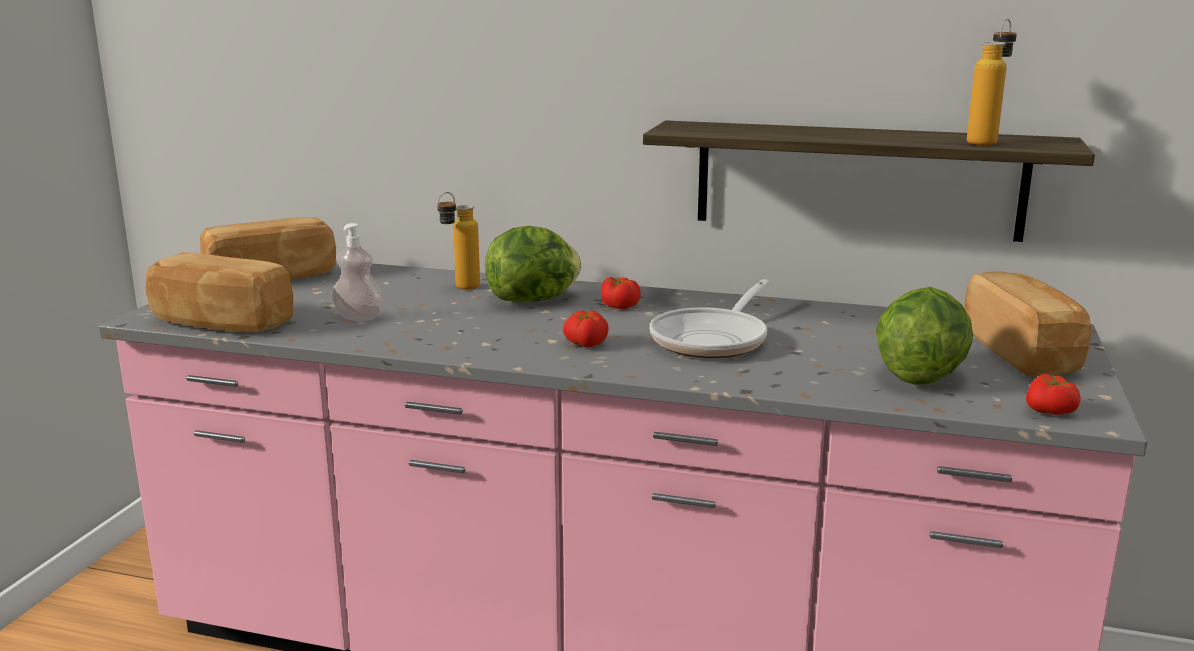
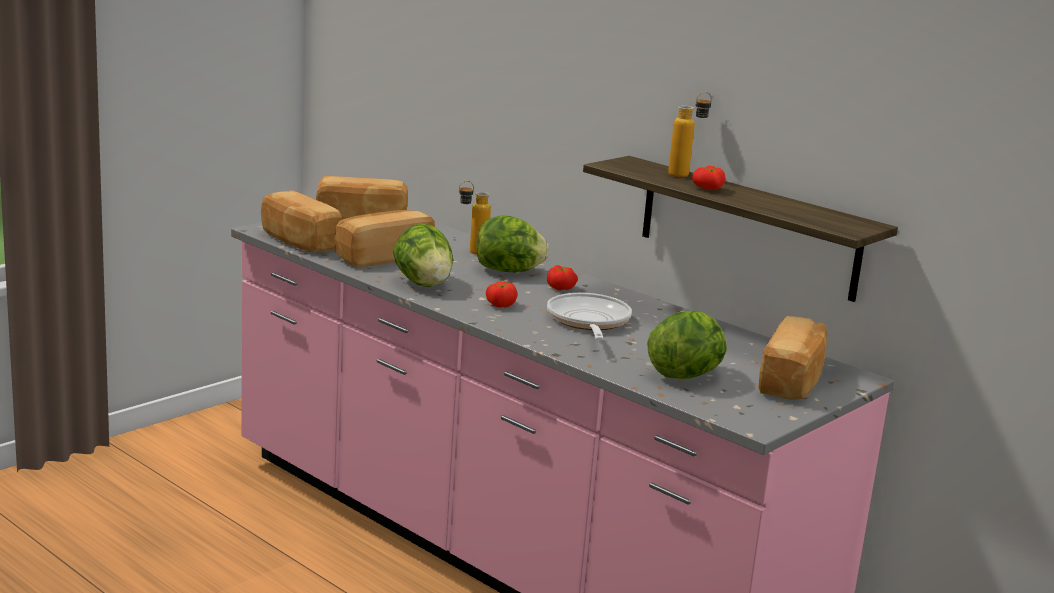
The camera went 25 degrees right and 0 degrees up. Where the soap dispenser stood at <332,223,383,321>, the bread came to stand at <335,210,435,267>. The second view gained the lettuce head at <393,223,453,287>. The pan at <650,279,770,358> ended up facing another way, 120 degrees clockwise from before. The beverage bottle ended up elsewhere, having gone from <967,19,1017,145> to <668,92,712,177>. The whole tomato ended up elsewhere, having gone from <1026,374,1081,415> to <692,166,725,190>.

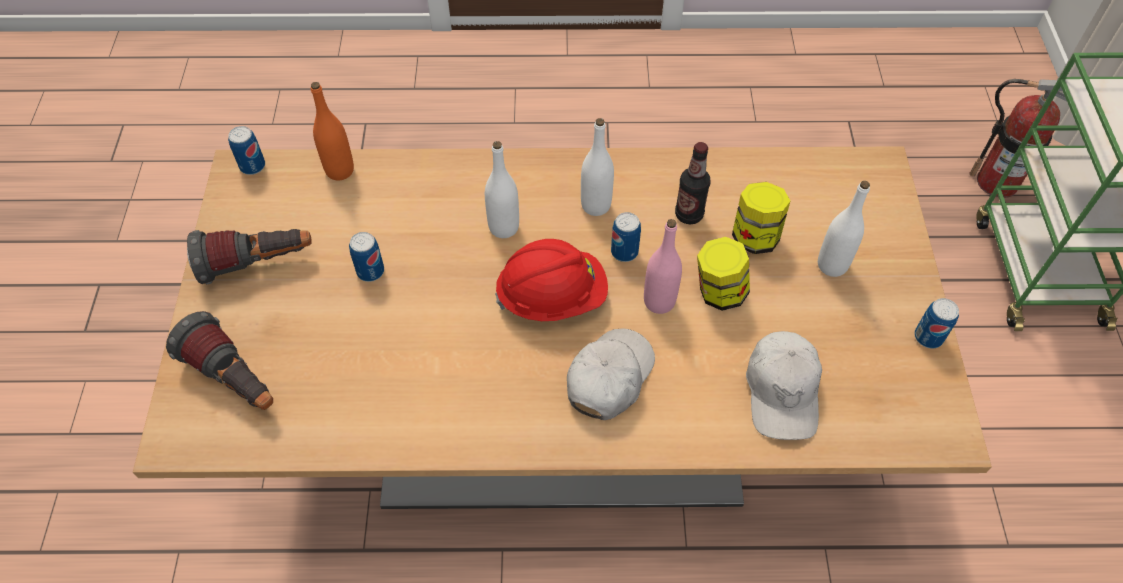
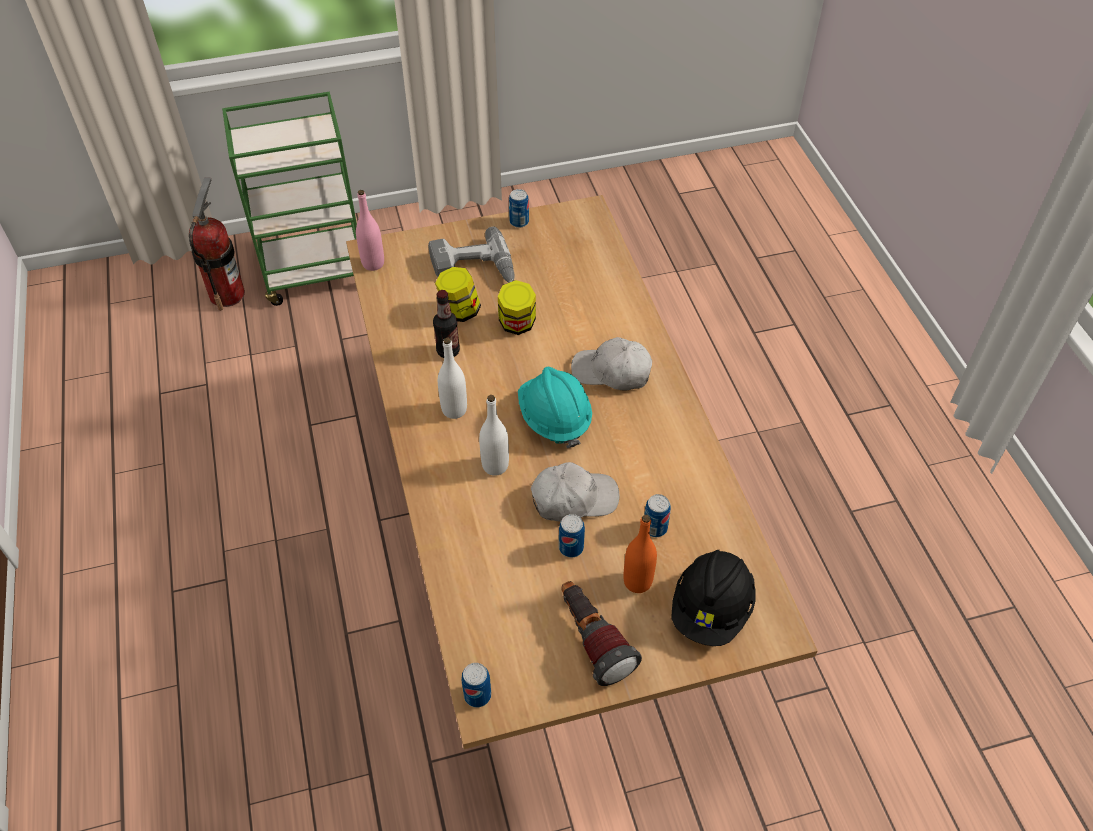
The camera went 105 degrees left and 5 degrees down. The beverage bottle/pink ended up elsewhere, having gone from <644,219,682,314> to <356,190,384,271>. Where the beverage bottle/white-coloured stood at <818,181,870,277>, the power drill came to stand at <428,226,515,283>. What was the hard hat/red at <495,239,608,321> turned into the hard hat/blue-green at <518,367,592,448>. The peaked cap/white-coloured ended up elsewhere, having gone from <746,331,822,440> to <531,462,619,521>. The beverage bottle/orange-coloured ended up elsewhere, having gone from <311,82,354,180> to <623,515,657,593>. The metal can ended up elsewhere, having gone from <611,212,641,262> to <644,494,671,537>. Where the flashlight stood at <166,311,273,410>, the hard hat/black came to stand at <671,550,756,646>.

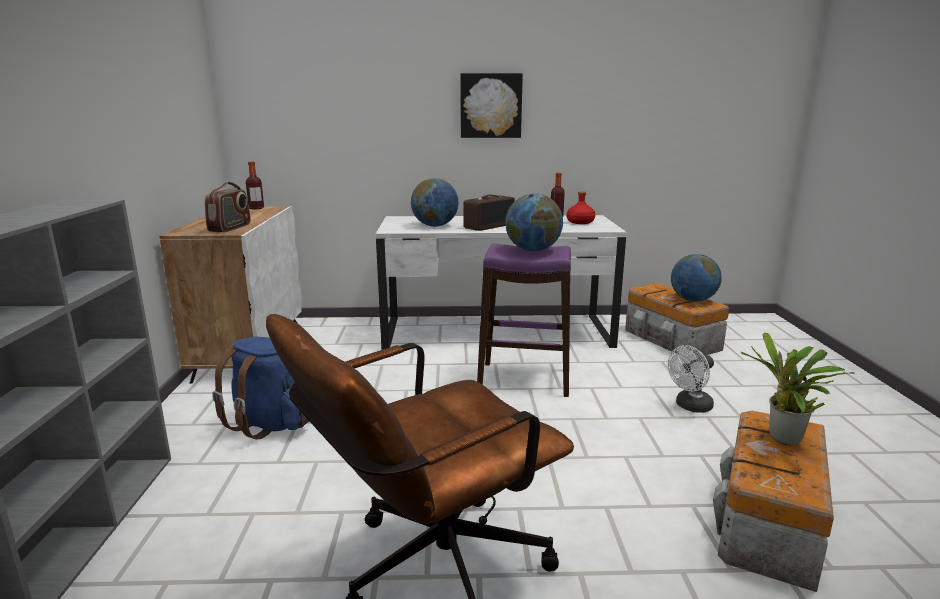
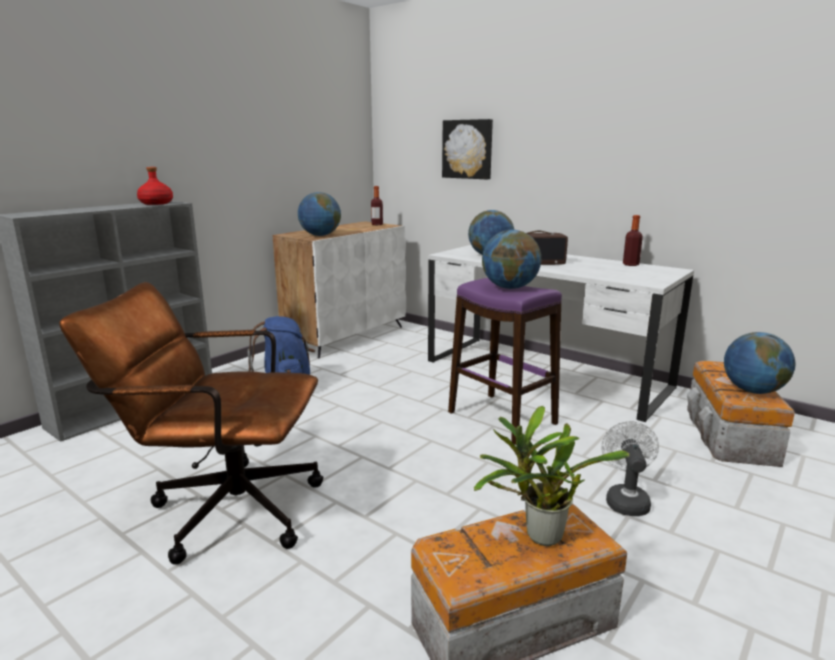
The camera went 40 degrees right and 0 degrees up. The beverage bottle/red ended up elsewhere, having gone from <567,191,595,224> to <137,167,173,205>. Where the radio stood at <205,182,251,232>, the world globe came to stand at <298,192,341,236>. The wall art ended up elsewhere, having gone from <460,73,523,138> to <442,119,493,179>. The cooling fan/white-coloured at <668,345,714,413> ended up facing another way, 90 degrees clockwise from before.

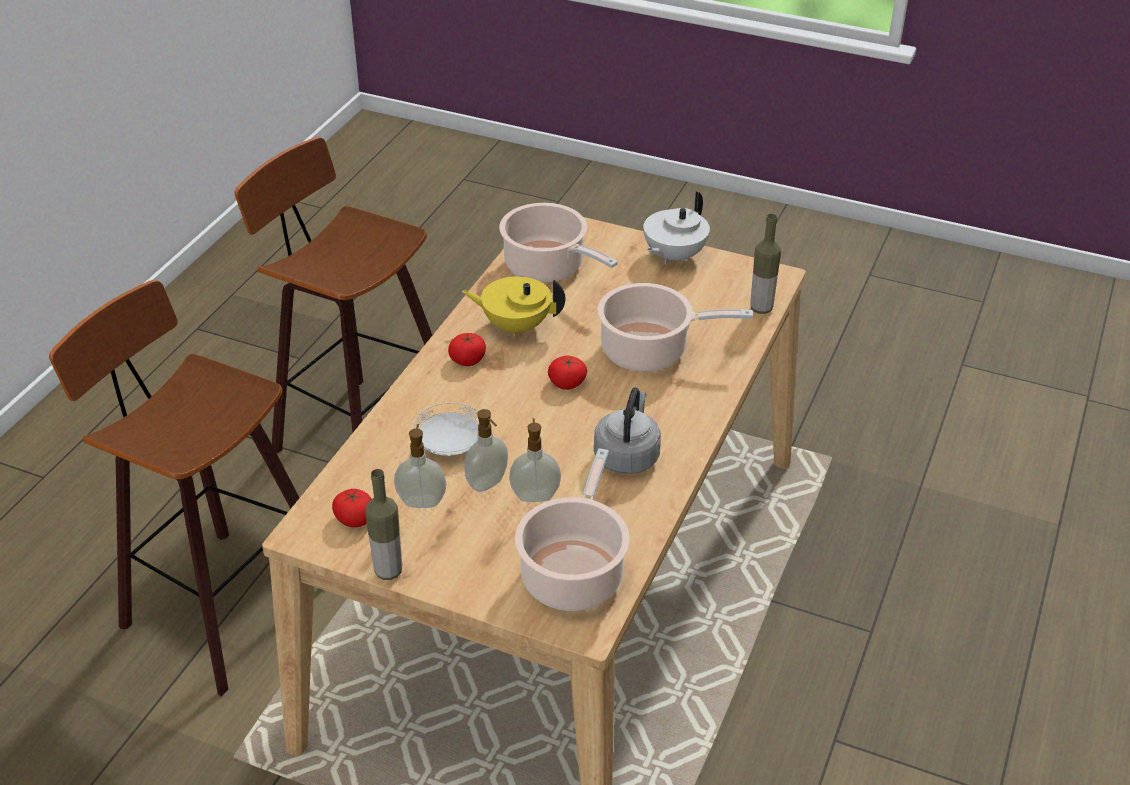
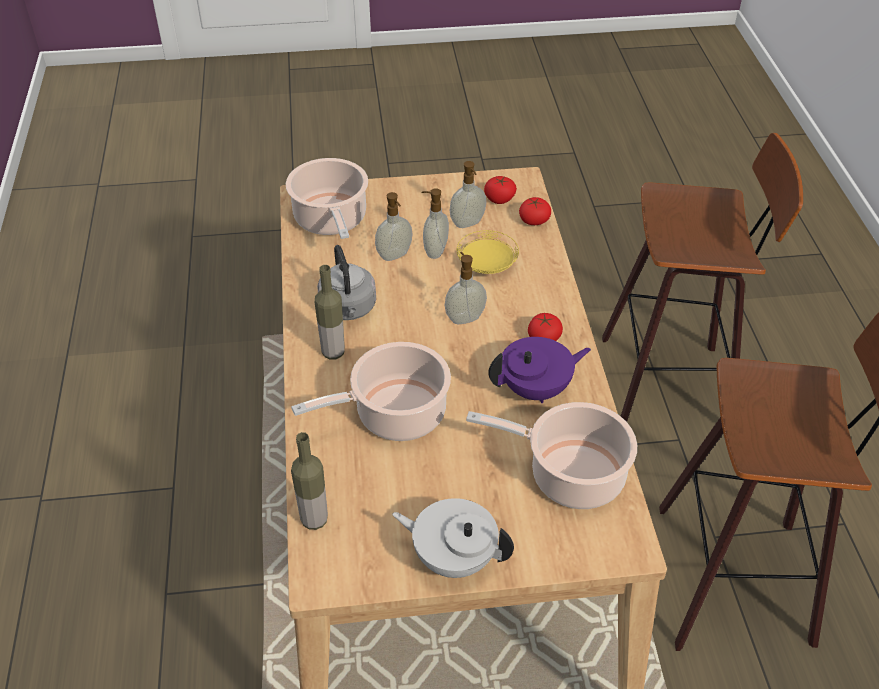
The camera went 150 degrees right and 5 degrees up. The beverage bottle ended up elsewhere, having gone from <365,469,402,580> to <315,265,345,360>. The tea pot/white-coloured at <643,192,710,264> ended up facing another way, 75 degrees counterclockwise from before. The second view gained the soap dispenser at <445,252,487,324>. What was the flat dish/white-coloured at <412,403,479,456> turned into the flat dish/yellow-coloured at <457,230,519,274>. What was the tea pot/yellow-coloured at <462,276,566,337> turned into the tea pot/purplish at <488,337,591,403>. The whole tomato ended up elsewhere, having gone from <548,356,587,390> to <519,197,551,225>.

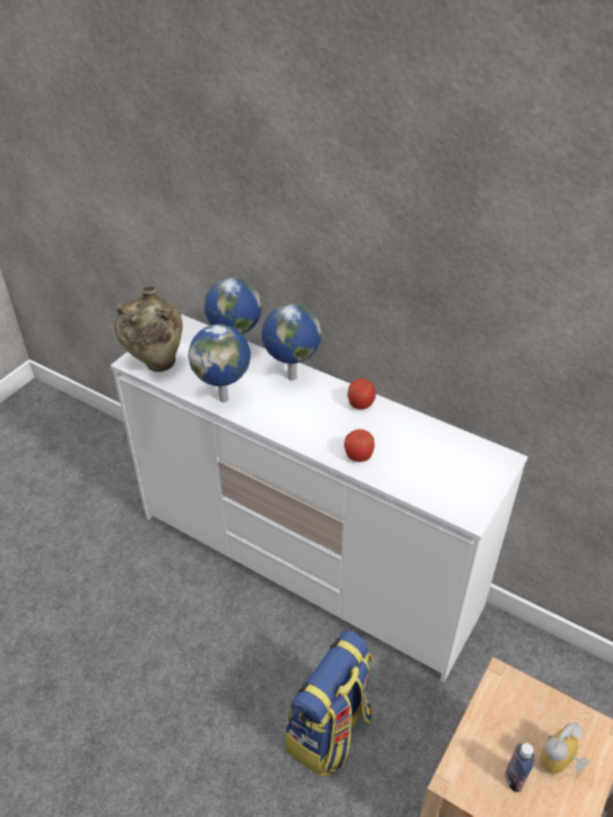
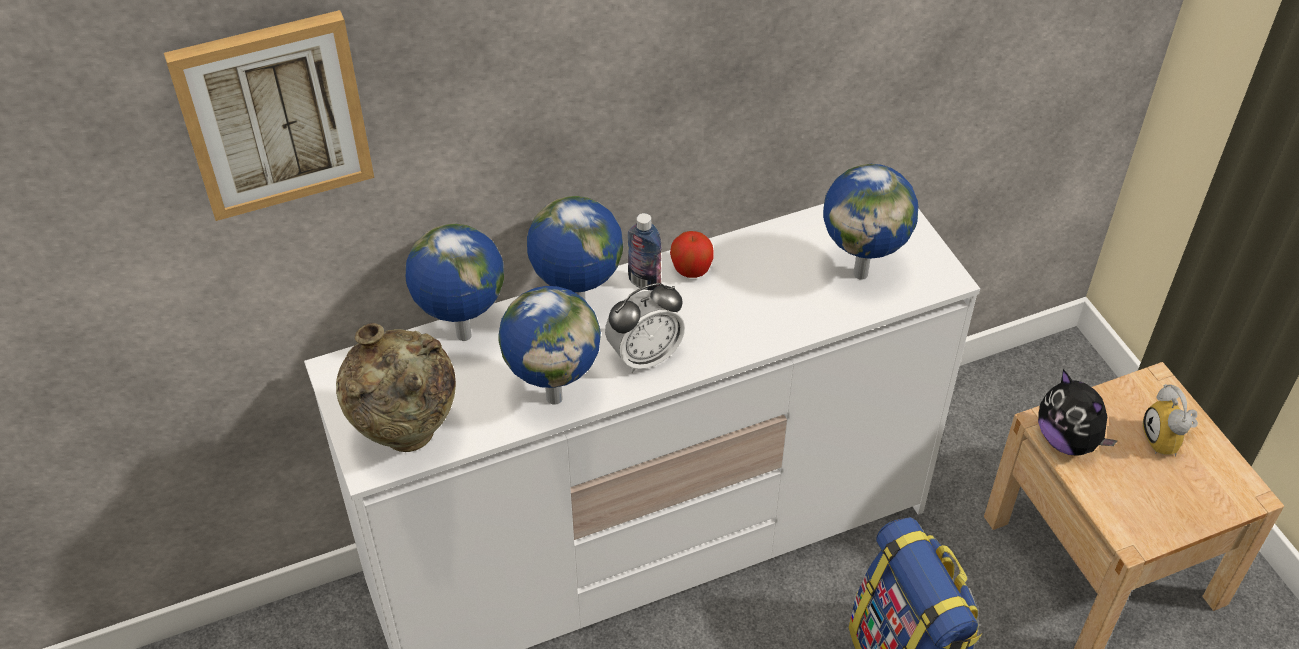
The camera went 55 degrees left and 5 degrees up. The second view gained the wall art at <164,10,374,221>. The second view gained the table clock at <605,283,685,373>. The beverage bottle ended up elsewhere, having gone from <506,743,535,792> to <627,213,661,291>. The second view gained the world globe at <823,164,918,280>. The second view gained the cuddly toy at <1038,369,1117,456>. The second view lost the apple fruit at <344,429,375,462>.

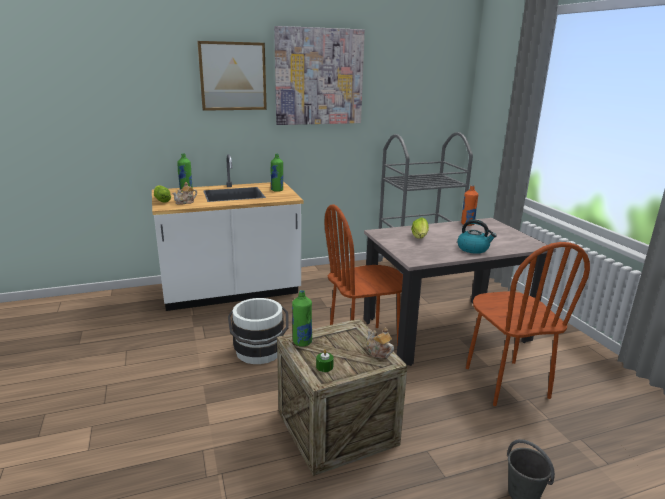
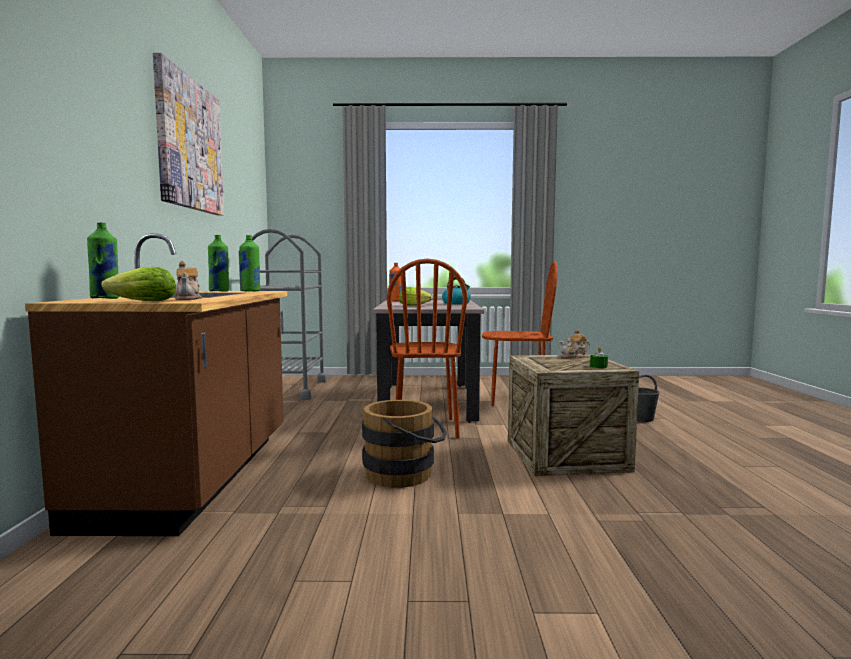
The camera went 70 degrees left and 15 degrees down. What was the counter/white-coloured at <152,154,303,311> turned into the counter/brownish at <25,233,287,536>. The beverage bottle/green-coloured ended up elsewhere, having gone from <292,290,312,347> to <239,235,260,292>. What was the bucket/white-coloured at <227,298,289,364> turned into the bucket/brownish at <362,400,447,488>. The second view lost the wall art at <197,41,267,111>.

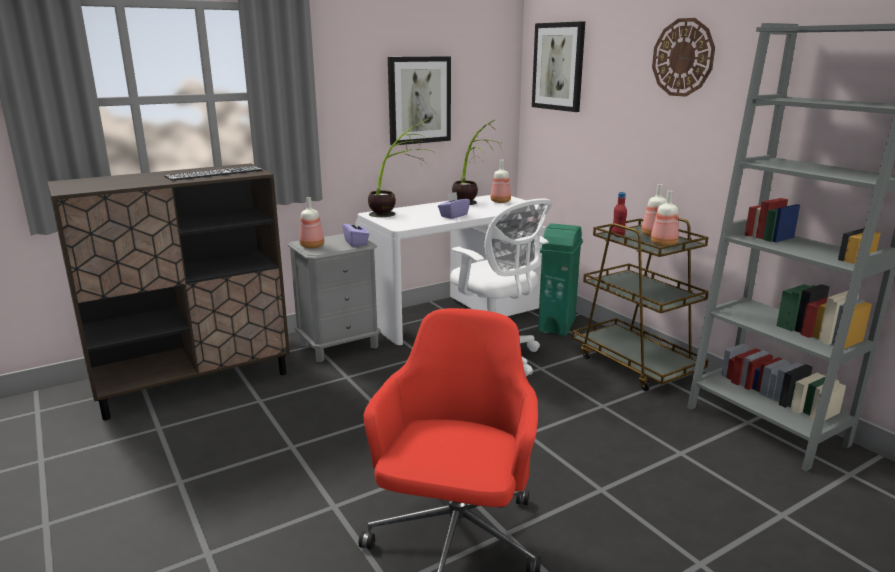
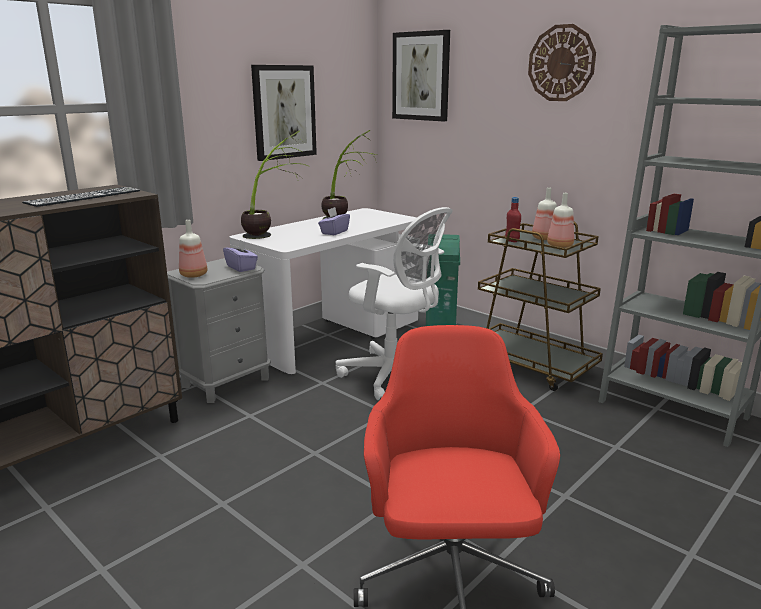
The camera went 15 degrees left and 0 degrees up. The second view lost the beverage bottle at <491,160,511,203>.

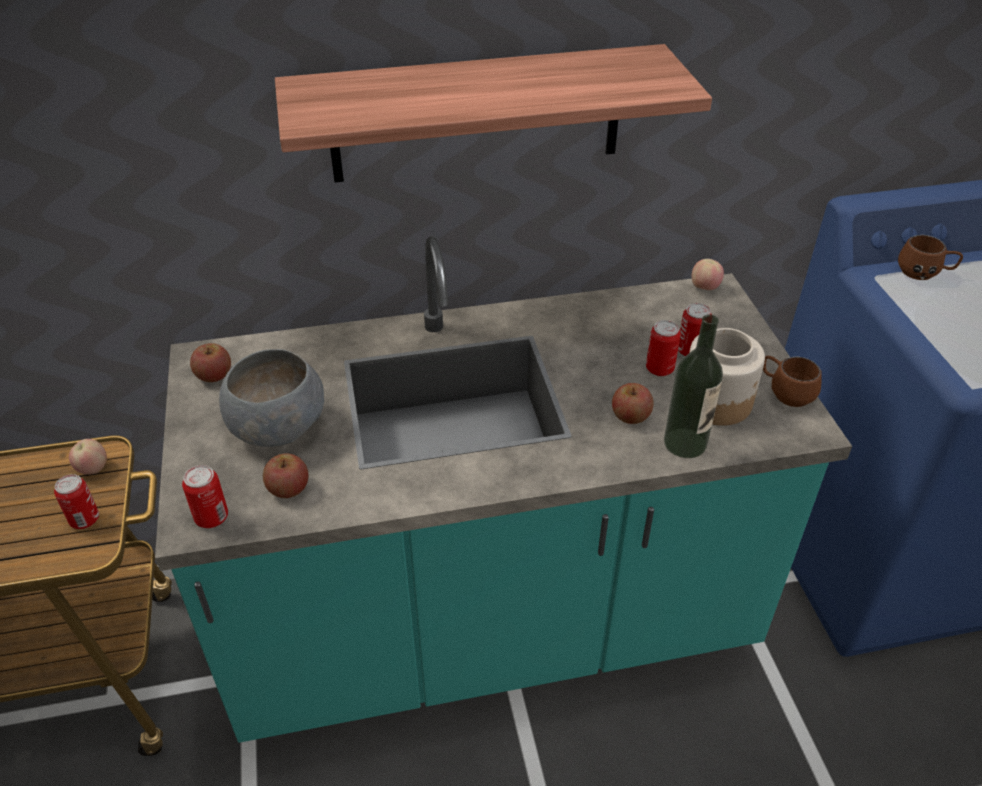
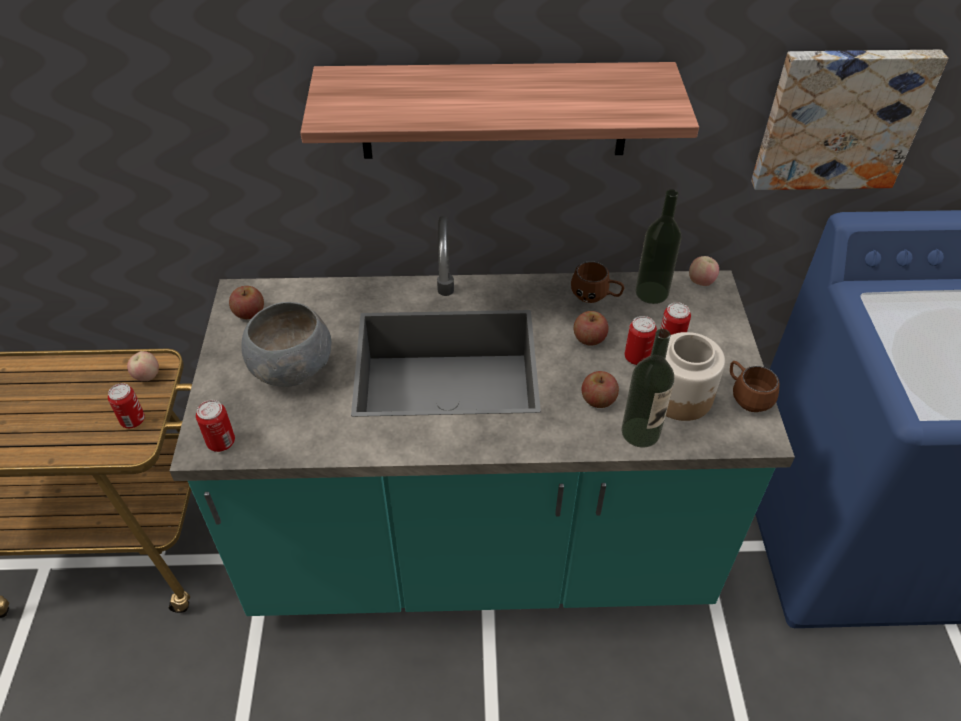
The camera went 10 degrees right and 5 degrees up. The coffee mug/brownish ended up elsewhere, having gone from <898,235,963,280> to <571,261,624,303>. The apple fruit ended up elsewhere, having gone from <263,453,309,498> to <574,311,609,346>. The second view gained the beverage bottle at <635,189,681,304>. The second view gained the wall art at <751,50,948,190>.

